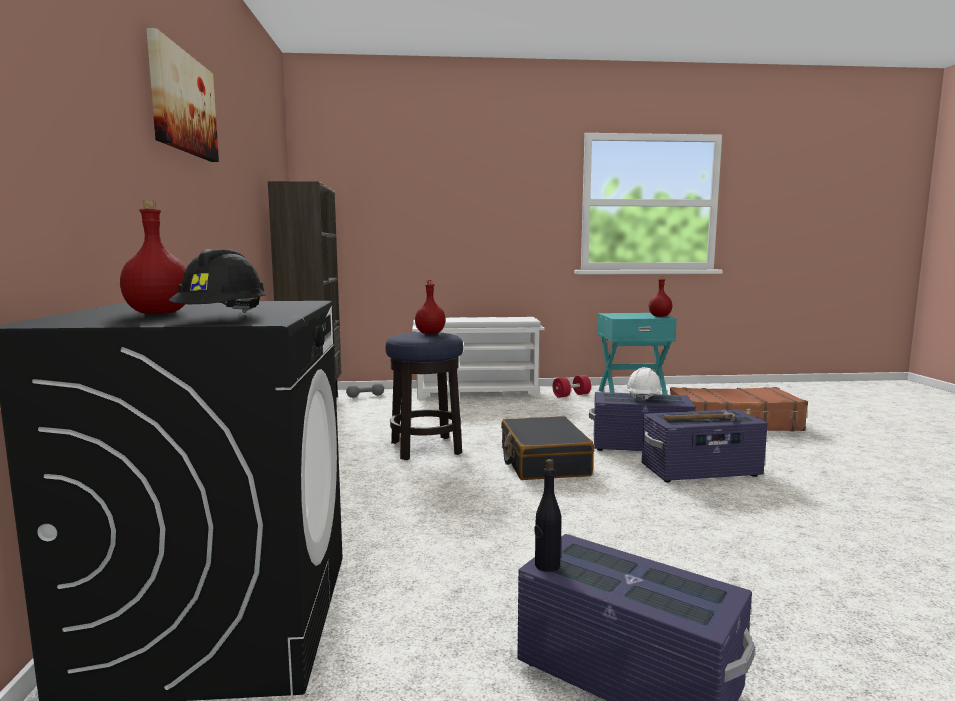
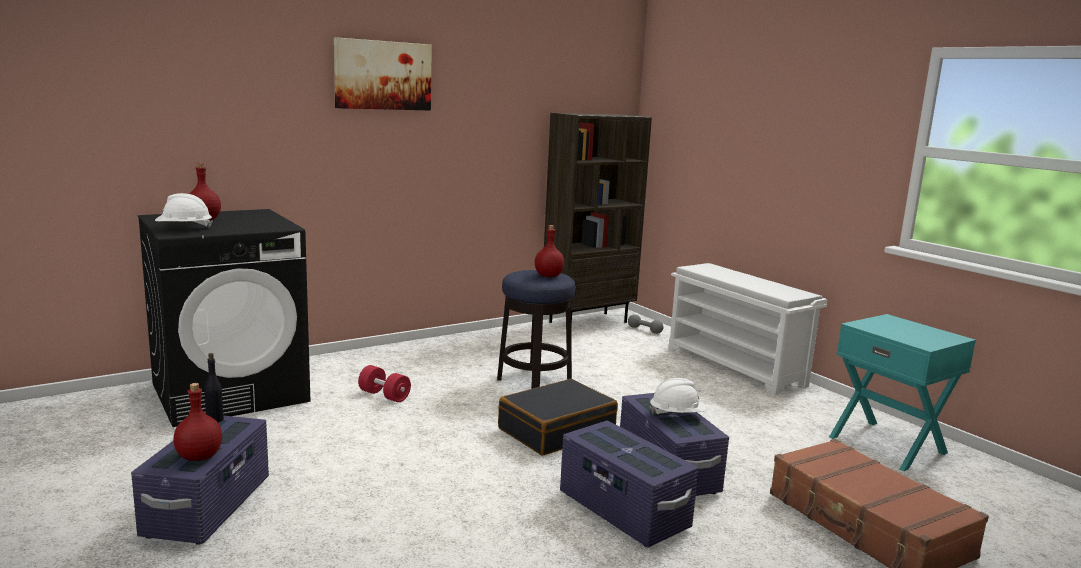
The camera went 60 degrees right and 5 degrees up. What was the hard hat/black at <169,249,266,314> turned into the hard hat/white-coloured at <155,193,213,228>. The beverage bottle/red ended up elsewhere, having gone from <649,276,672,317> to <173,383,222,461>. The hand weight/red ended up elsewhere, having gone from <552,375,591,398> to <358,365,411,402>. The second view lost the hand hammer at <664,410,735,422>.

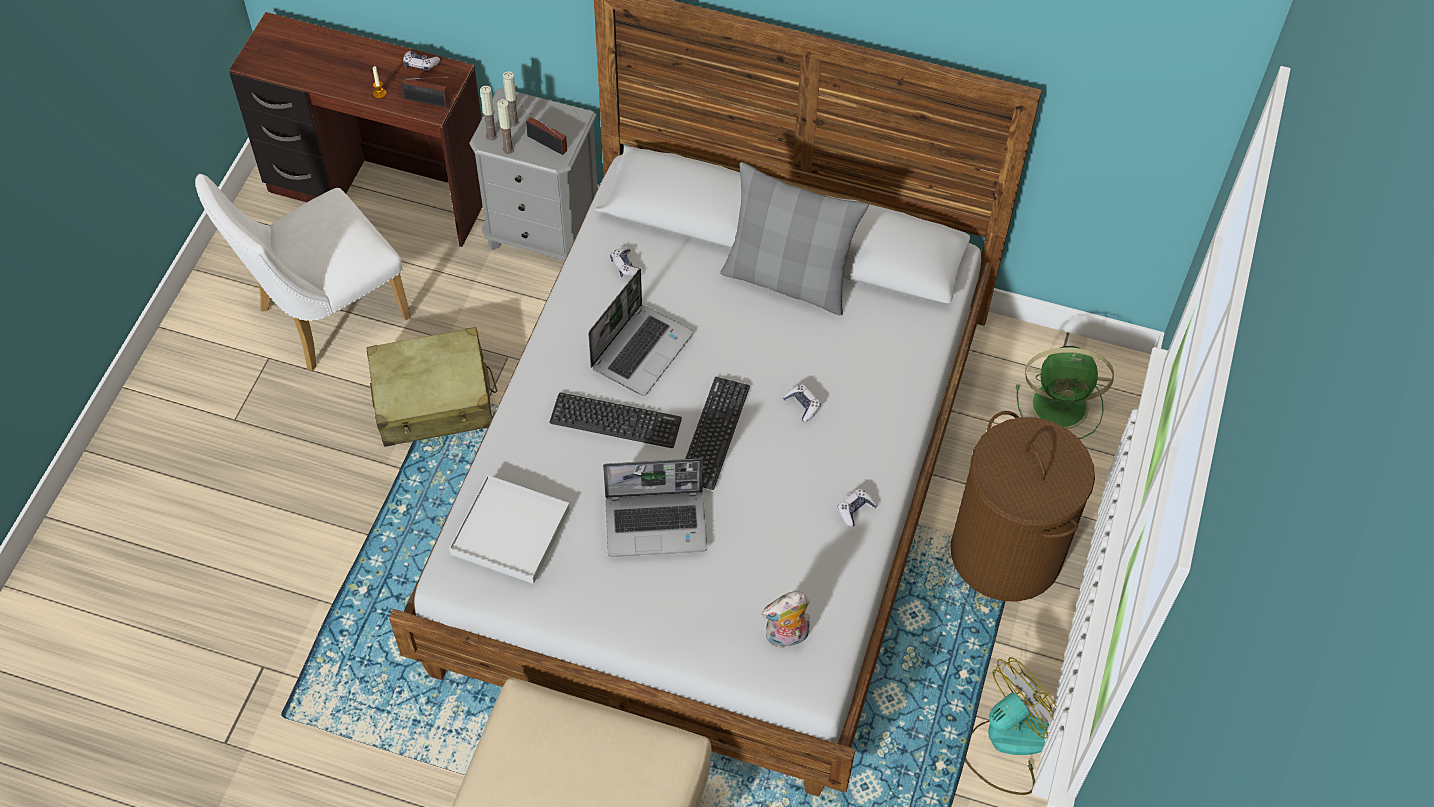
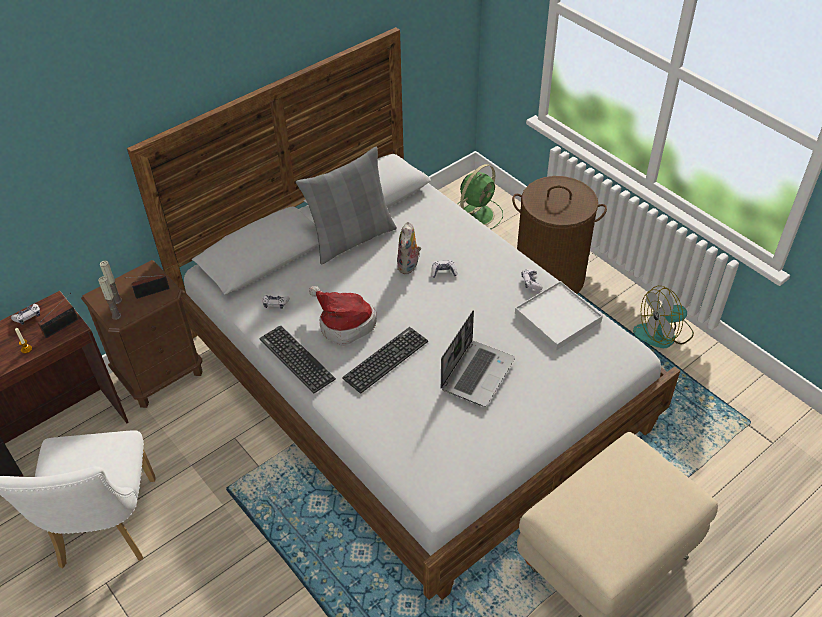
The camera went 55 degrees left and 10 degrees down. What was the bedside table/grey at <469,88,598,262> turned into the bedside table/brownish at <81,260,203,408>. The PC keyboard ended up elsewhere, having gone from <685,377,750,490> to <259,326,336,393>. Where the notebook computer stood at <588,269,693,396>, the wearable hat came to stand at <309,286,377,346>. The cuddly toy ended up elsewhere, having gone from <761,591,810,648> to <397,222,421,274>. The tray/white-coloured ended up elsewhere, having gone from <449,475,570,584> to <515,281,603,350>. The cooling fan at <964,657,1057,795> ended up facing another way, 105 degrees counterclockwise from before. The second view lost the suitcase/beige at <367,327,497,447>. The second view lost the candle at <497,99,514,154>.

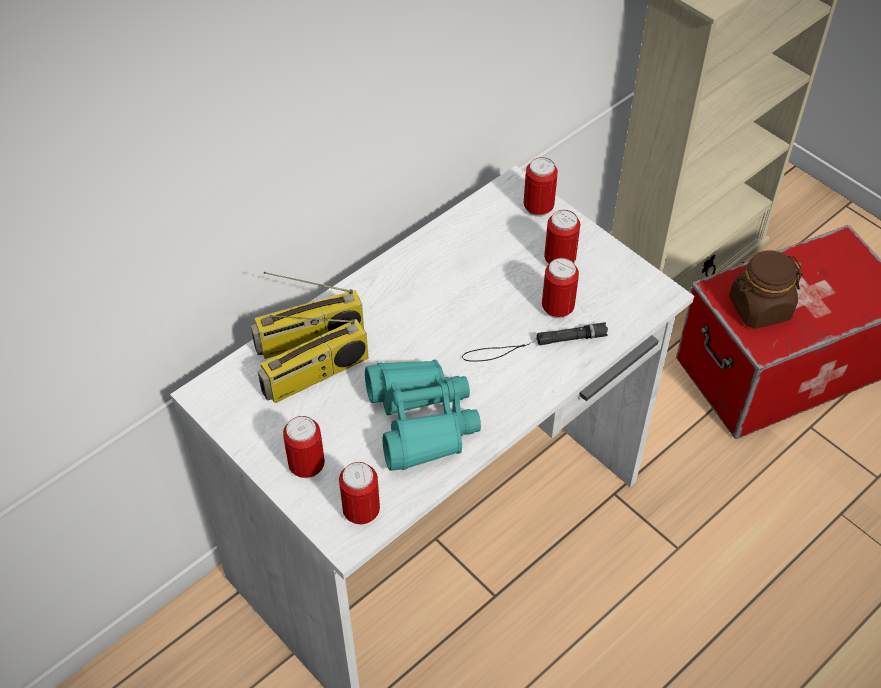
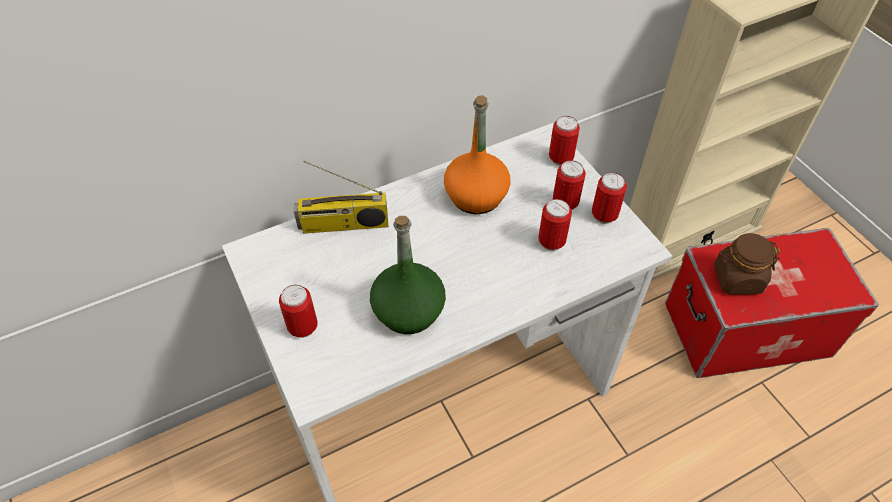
The camera went 15 degrees right and 0 degrees up. Where the field glasses/blue-green stood at <365,360,481,471>, the beverage bottle/green-coloured came to stand at <370,216,446,334>. The second view gained the beverage bottle/orange-coloured at <444,95,510,214>. The metal can ended up elsewhere, having gone from <339,462,380,525> to <592,172,627,224>. The second view lost the radio at <258,315,368,403>. The second view lost the flashlight/black at <462,322,608,362>.

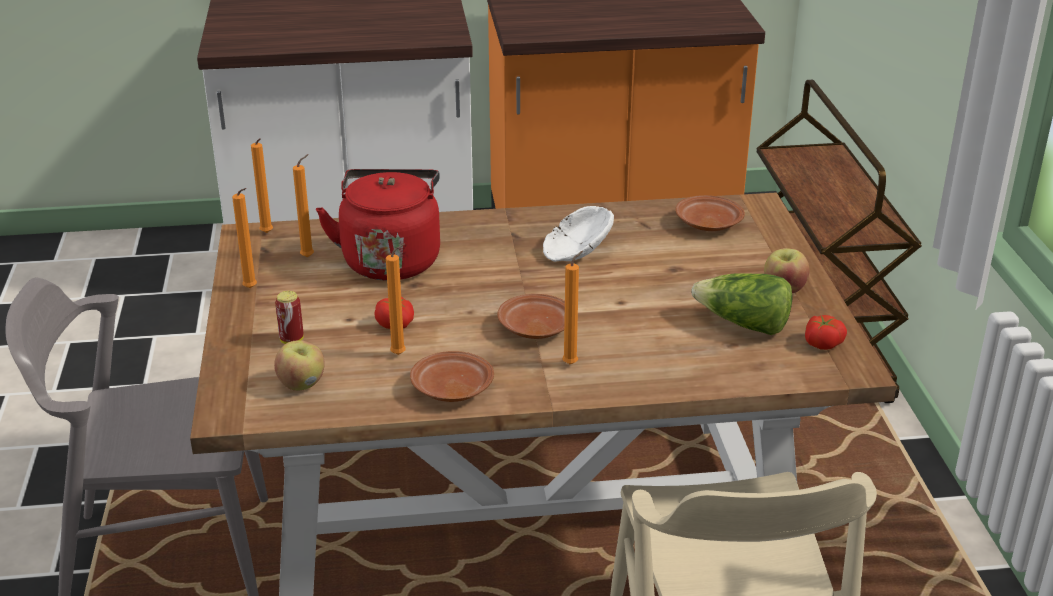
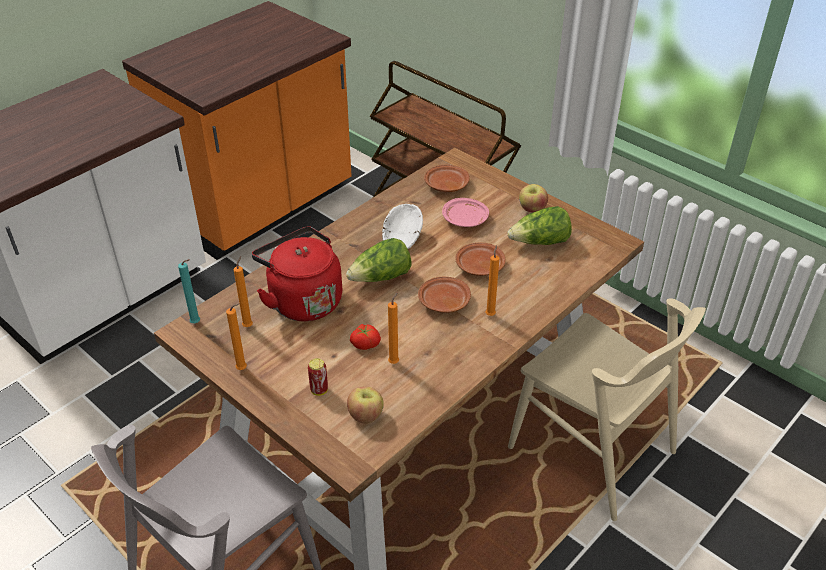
The camera went 40 degrees left and 10 degrees up. What was the candle/orange-coloured at <251,138,273,233> turned into the candle/blue-green at <178,259,200,323>. The second view gained the lettuce head at <346,238,411,282>. The second view gained the flat dish/pink at <442,198,489,227>. The flat dish/brownish ended up elsewhere, having gone from <410,351,494,402> to <455,243,505,276>. The second view lost the whole tomato at <805,315,847,350>.

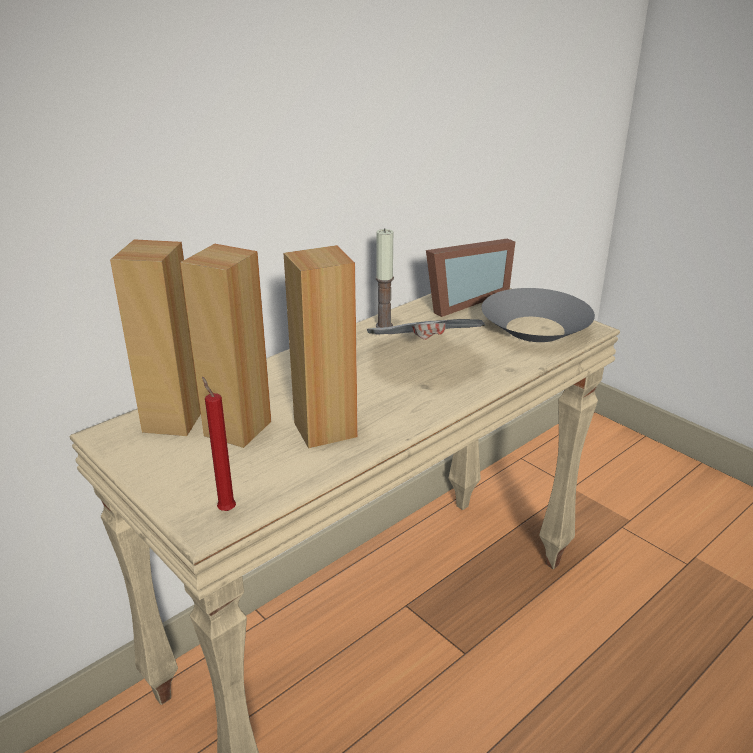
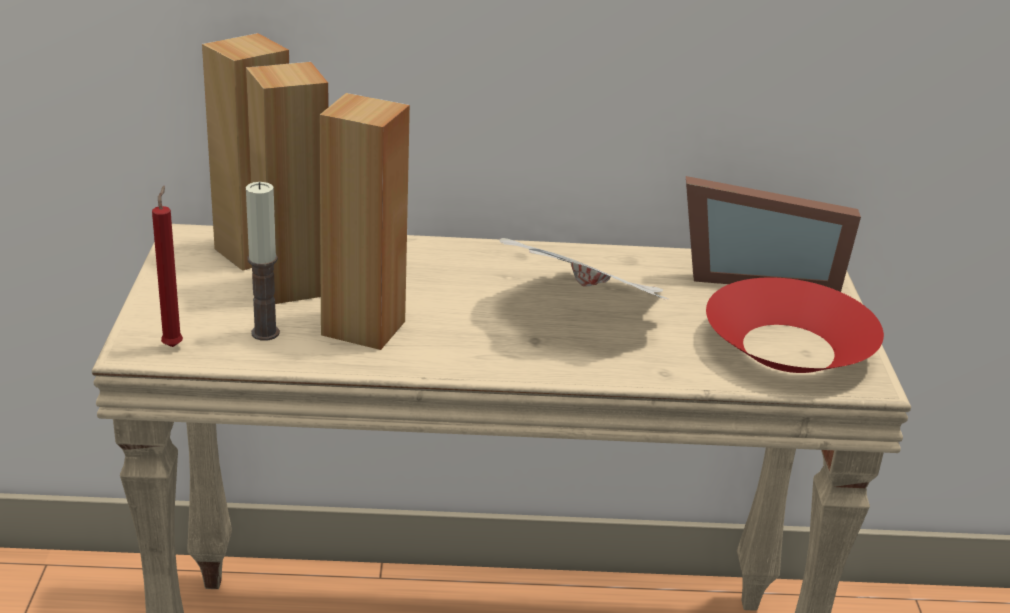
The camera went 40 degrees right and 0 degrees up. The candle ended up elsewhere, having gone from <376,228,394,328> to <246,182,280,341>. What was the serving bowl/grey at <482,288,595,342> turned into the serving bowl/red at <706,277,884,373>.

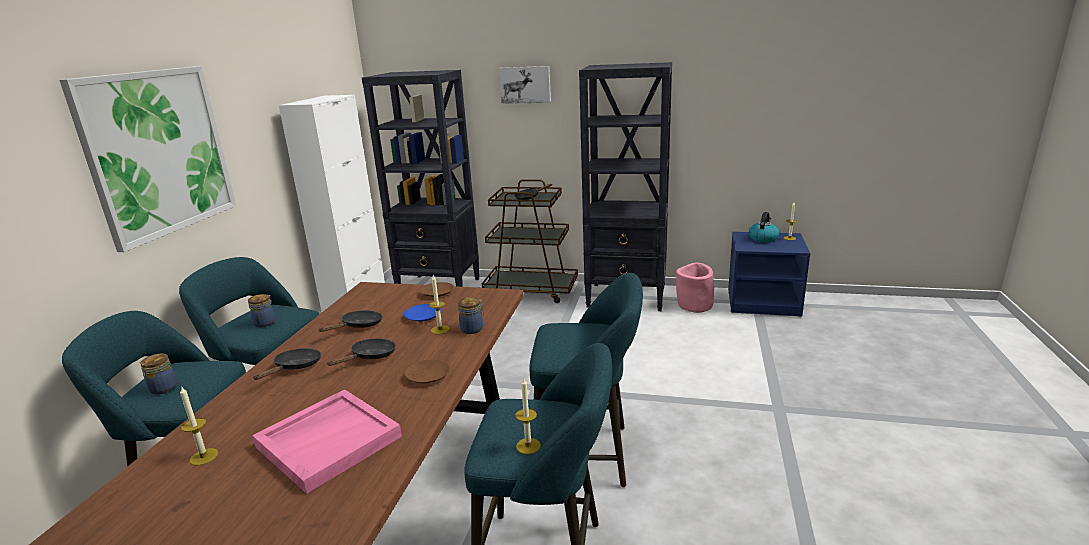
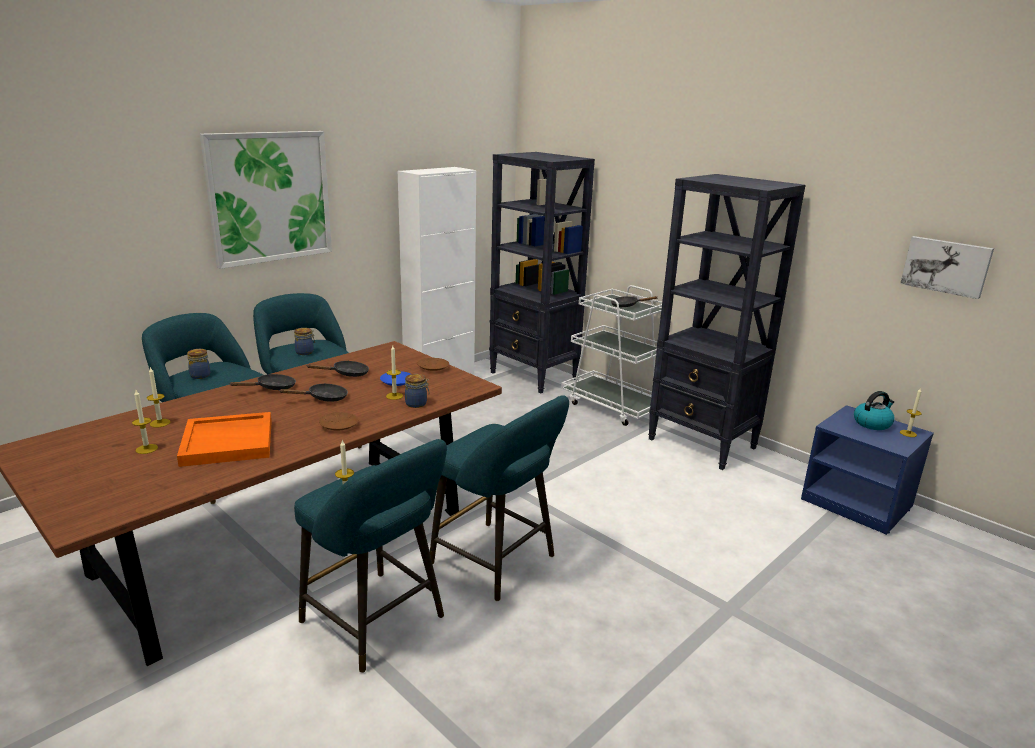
The camera went 30 degrees right and 0 degrees up. The second view gained the candle at <132,390,158,454>. What was the tray/pink at <252,389,402,494> turned into the tray/orange-coloured at <177,412,272,467>. What was the trolley/brownish at <482,179,578,303> turned into the trolley/white-coloured at <561,285,662,426>. The wall art ended up elsewhere, having gone from <499,66,551,104> to <900,236,994,299>. The second view lost the flower pot/pink at <676,263,714,313>.

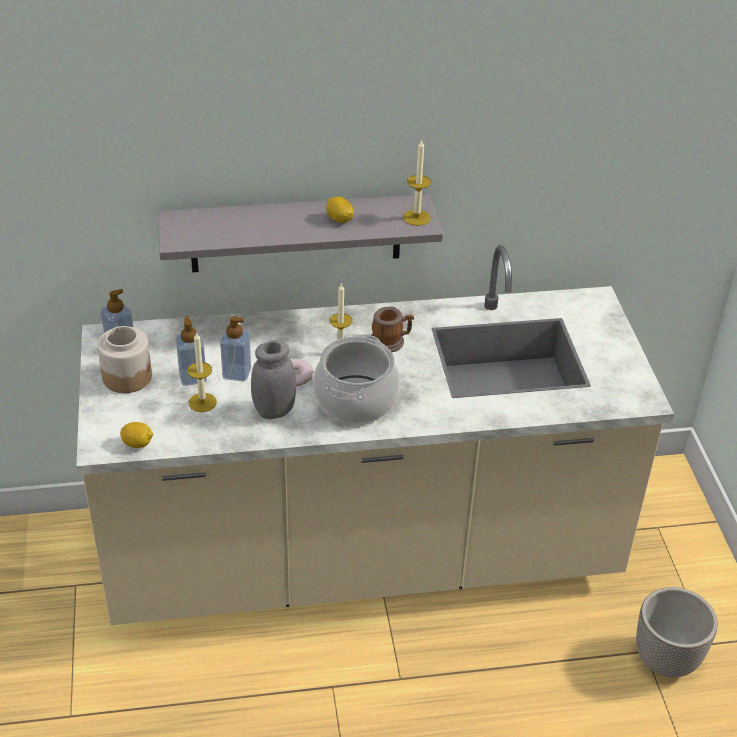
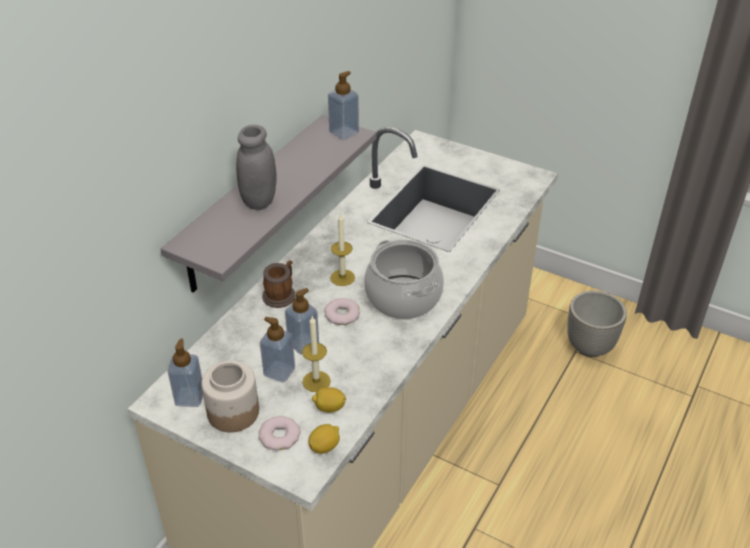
The camera went 50 degrees left and 0 degrees up. The storage jar/grey ended up elsewhere, having gone from <251,340,296,419> to <236,125,277,210>. The second view gained the ring doughnut at <259,416,301,450>. The coffee mug ended up elsewhere, having gone from <371,307,414,352> to <262,260,296,308>. The whole lemon ended up elsewhere, having gone from <326,196,354,223> to <312,387,346,412>. Where the candle stood at <403,139,431,226>, the soap dispenser came to stand at <328,71,359,140>.

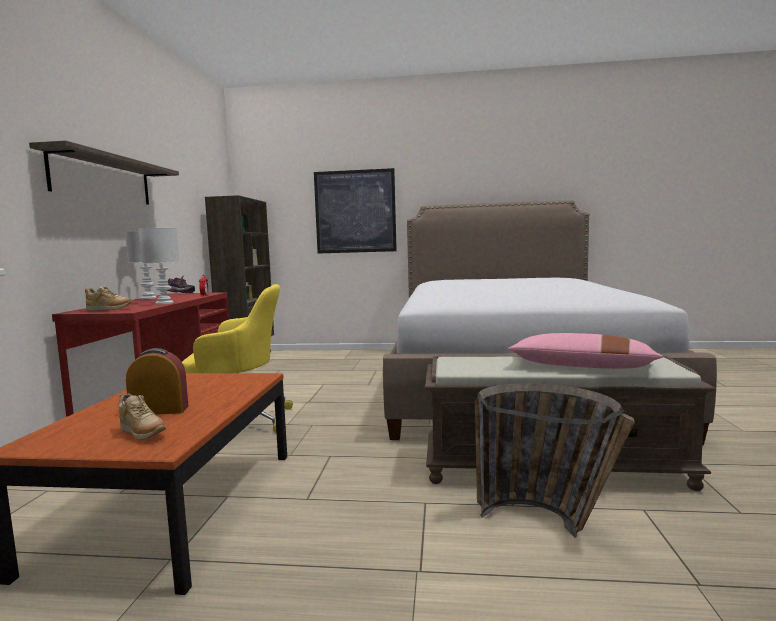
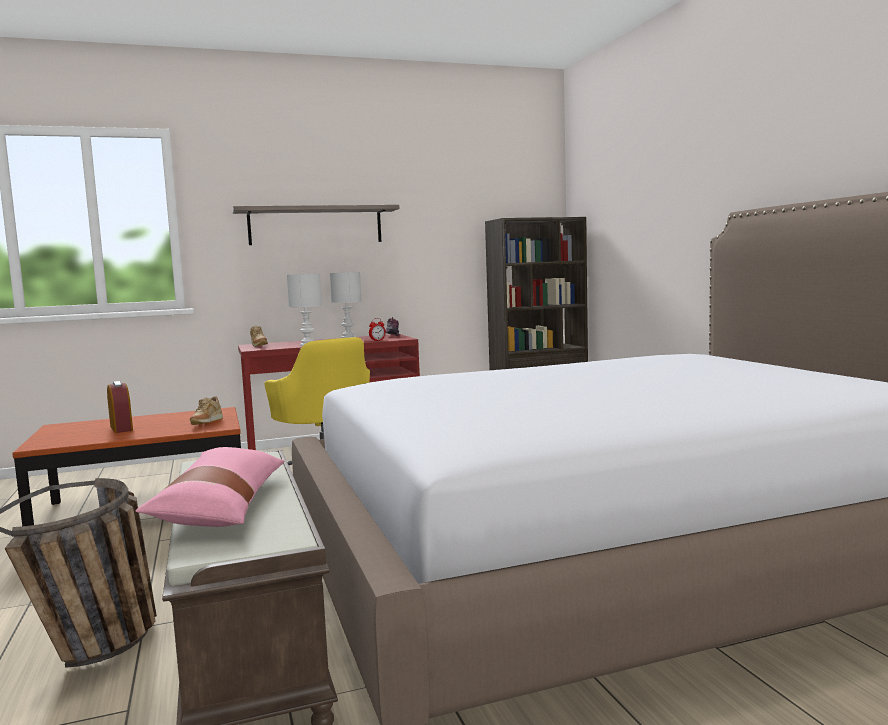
The camera went 65 degrees right and 0 degrees up. The item of footwear/beige ended up elsewhere, having gone from <118,393,166,440> to <190,396,223,425>. The second view lost the wall art at <314,168,397,253>.

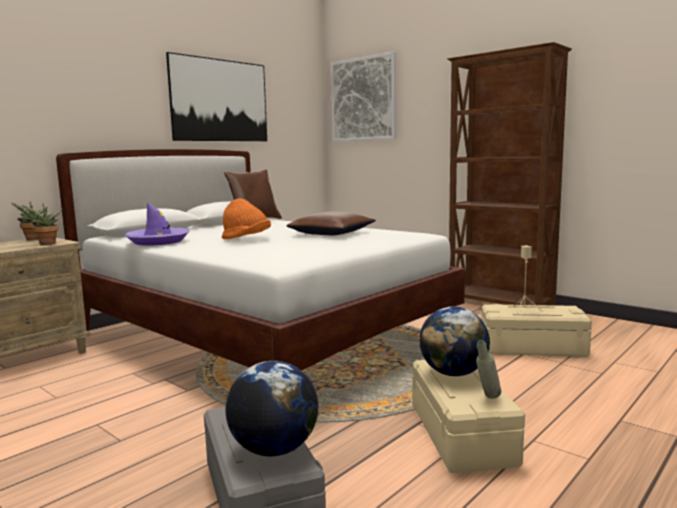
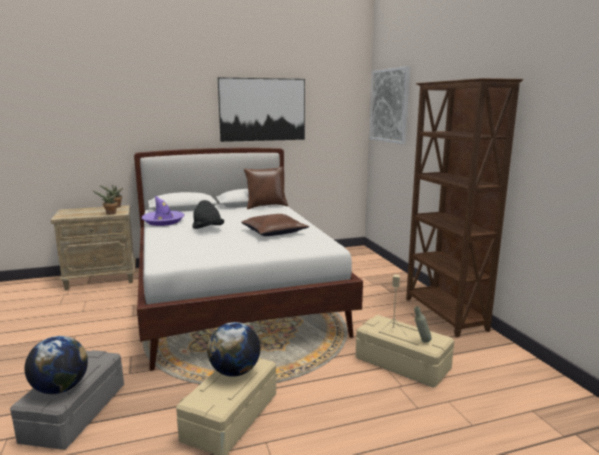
The camera went 30 degrees right and 5 degrees up. What was the wearable hat/orange-coloured at <222,198,271,239> turned into the wearable hat/black at <192,200,224,229>. The beverage bottle/grey ended up elsewhere, having gone from <476,340,501,399> to <414,306,432,342>.

